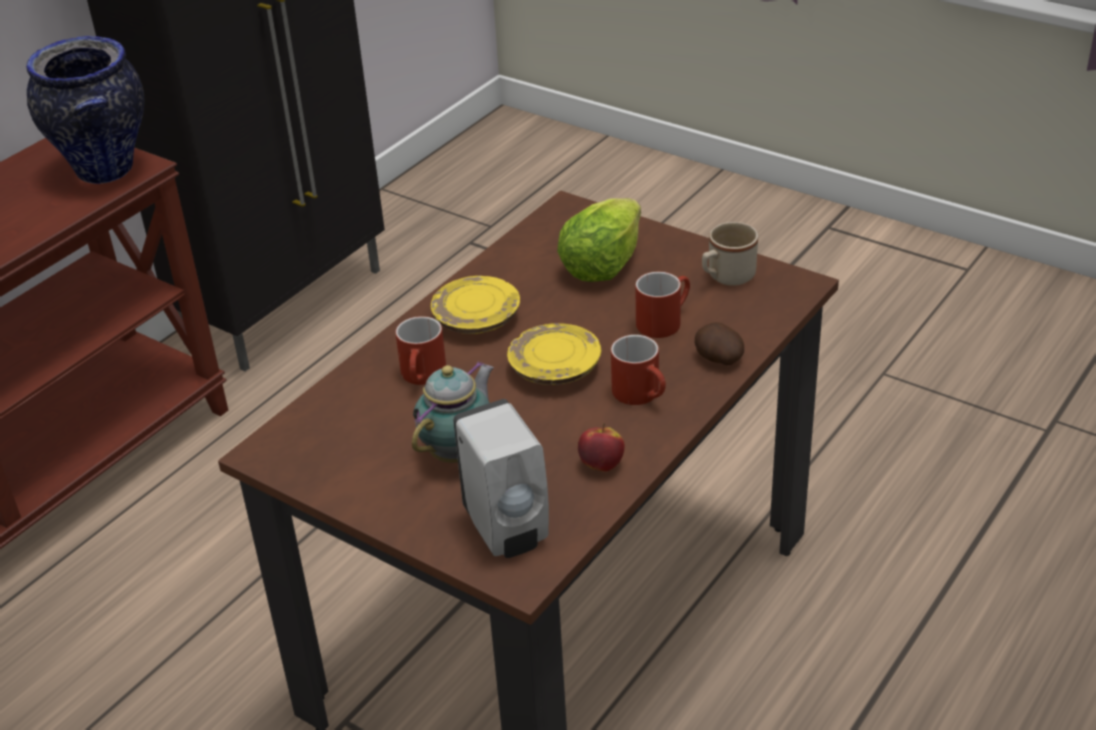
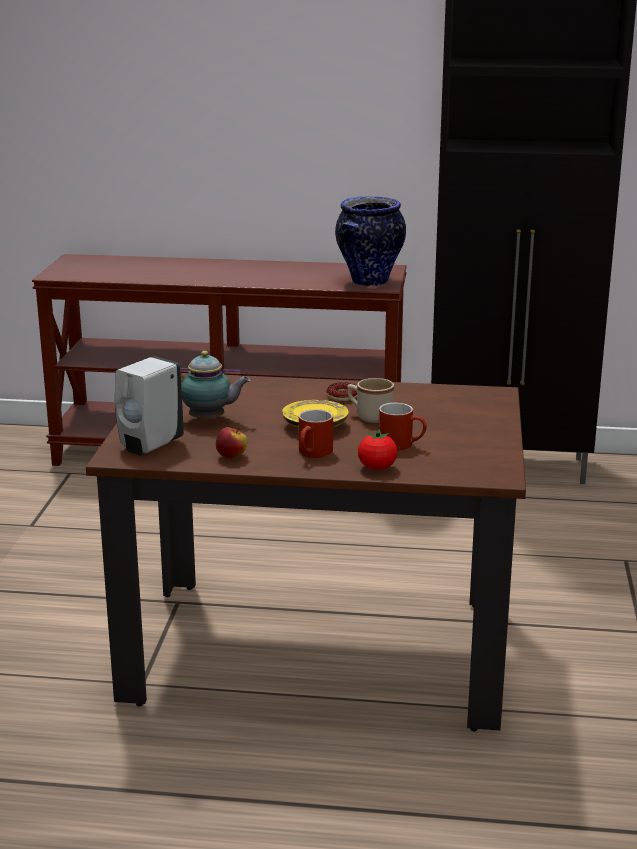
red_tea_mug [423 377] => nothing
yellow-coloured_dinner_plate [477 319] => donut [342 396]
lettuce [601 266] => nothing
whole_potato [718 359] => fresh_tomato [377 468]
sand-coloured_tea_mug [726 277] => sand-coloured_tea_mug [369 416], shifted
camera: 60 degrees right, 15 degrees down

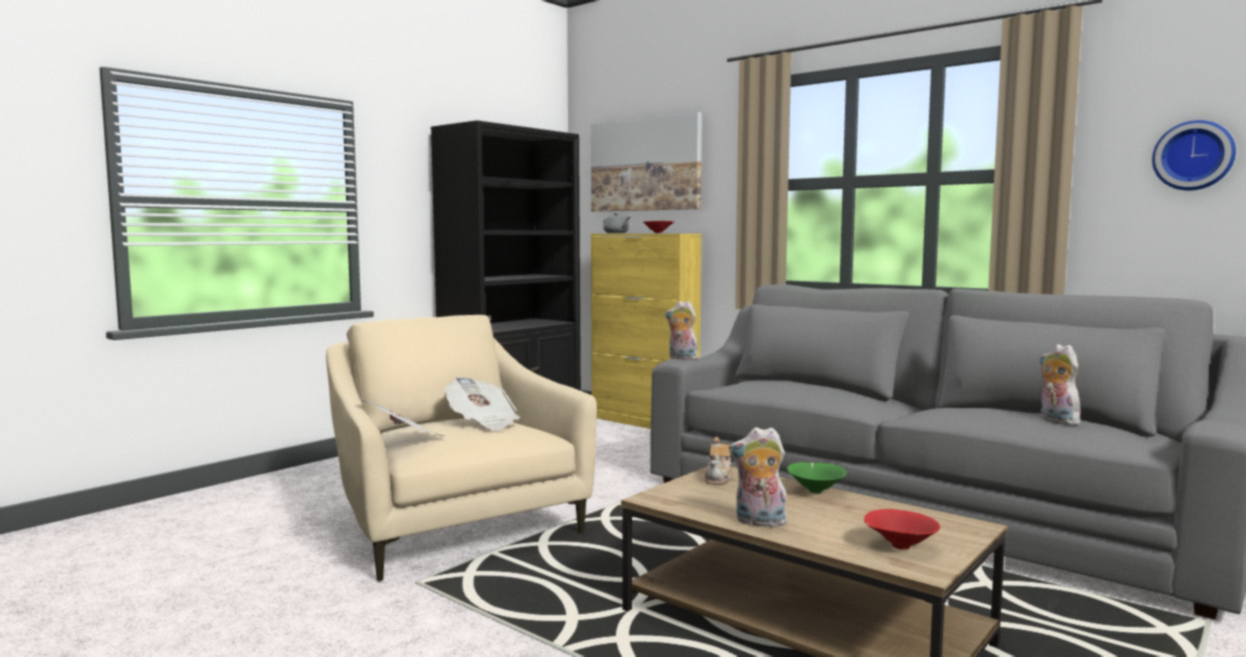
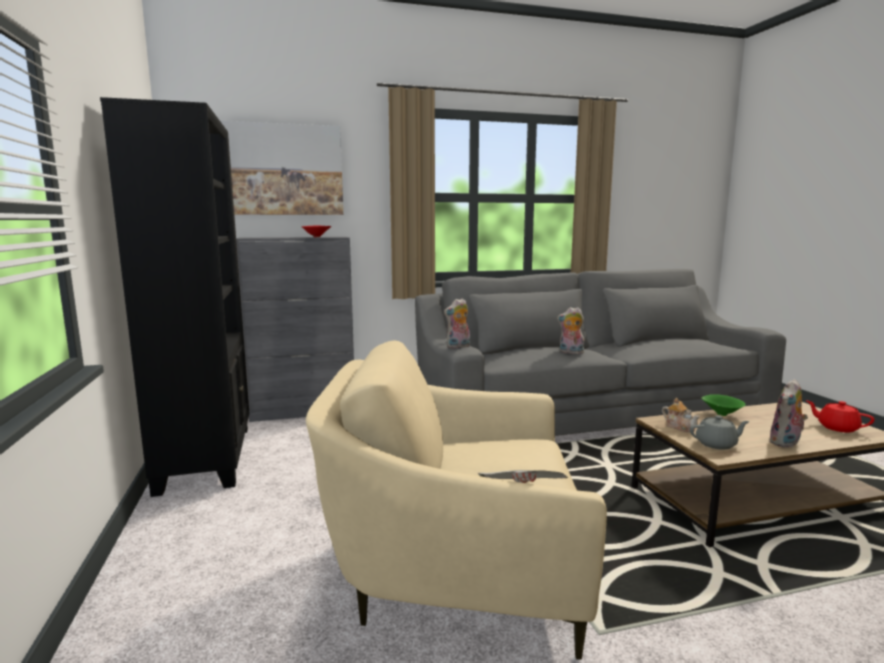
newspaper [482 423] => nothing
yellow-coloured_storage_cabinet [644 422] => grey_storage_cabinet [304 411]
grey_teapot [616 233] => grey_teapot [717 444], shifted
red_deep_dish [899 547] => red_teapot [837 427]
plush_toy [1055 421] => plush_toy [570 352], shifted
hanging_clock [1193 156] => nothing
camera: 55 degrees left, 5 degrees up

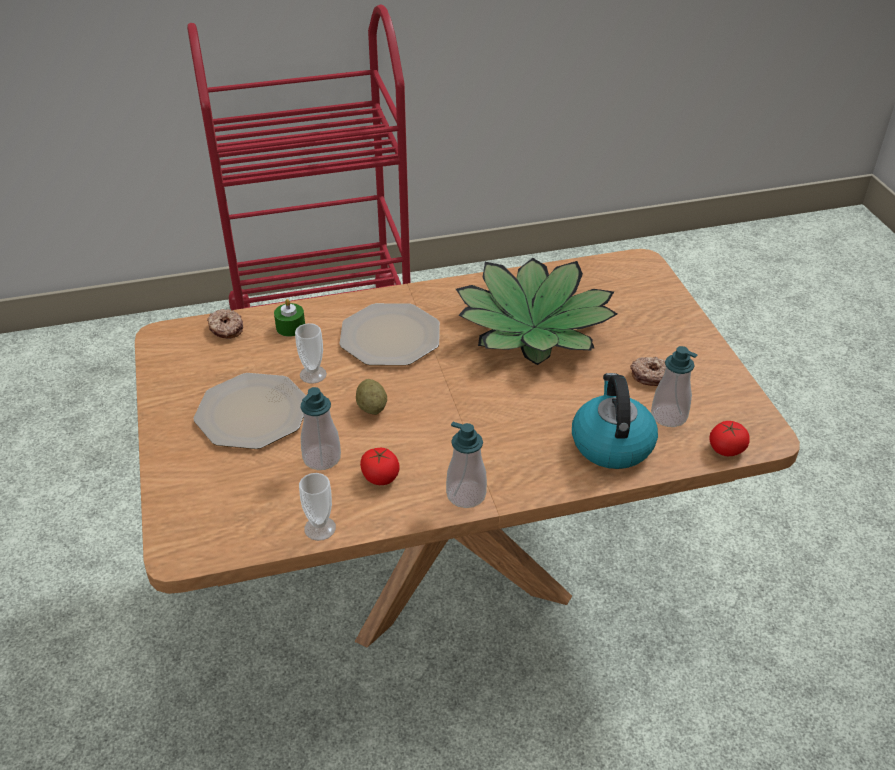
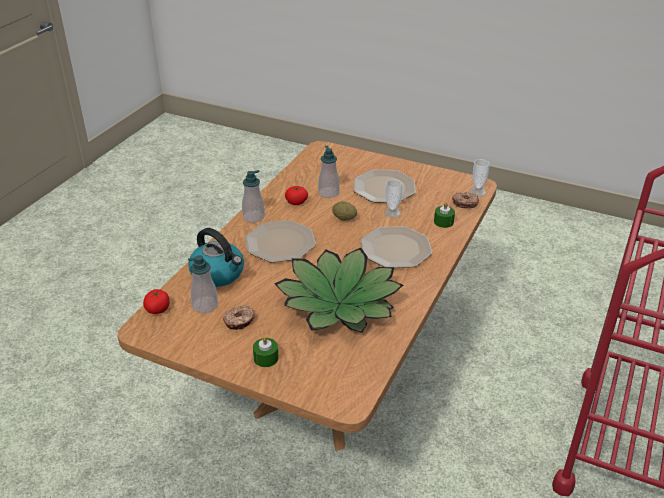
cup [320 528] => cup [477 192], shifted
nothing => dinner_plate [280 243]
nothing => green_wax_light [266 358]
camera: 130 degrees right, 5 degrees down

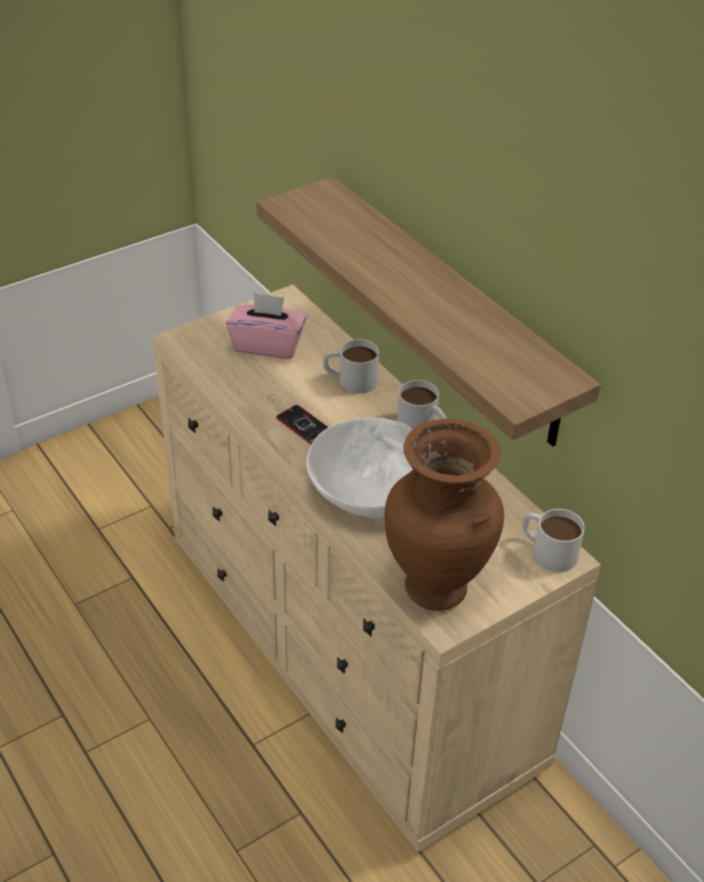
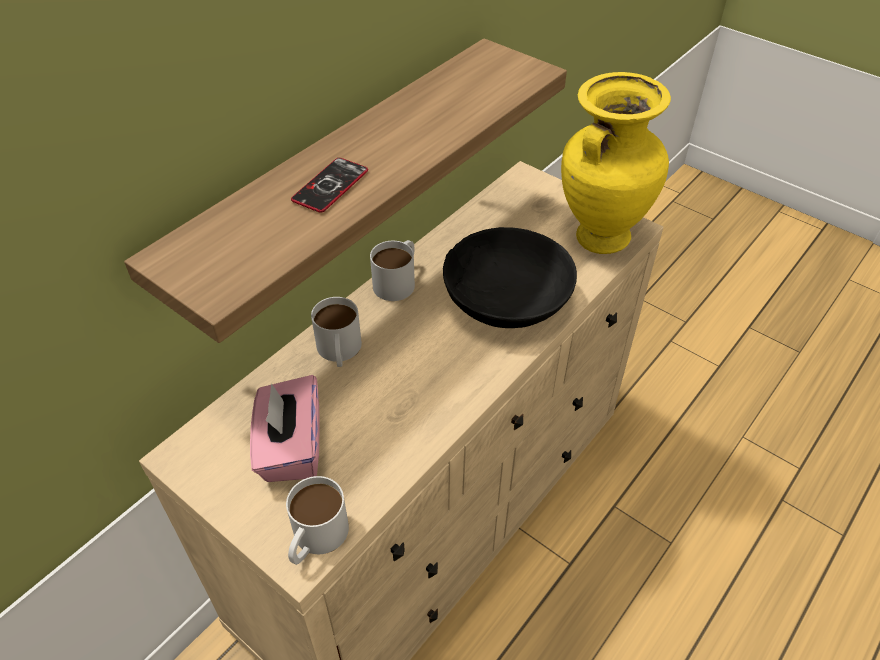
phone [305 427] => phone [330 186], shifted
whitish_deep_dish [369 489] => black-coloured_deep_dish [506 301]
brownish_vase [437 587] => yellow-coloured_vase [599 238]
whitish_tea_mug [547 550] => whitish_tea_mug [315 539], shifted
camera: 105 degrees left, 5 degrees up

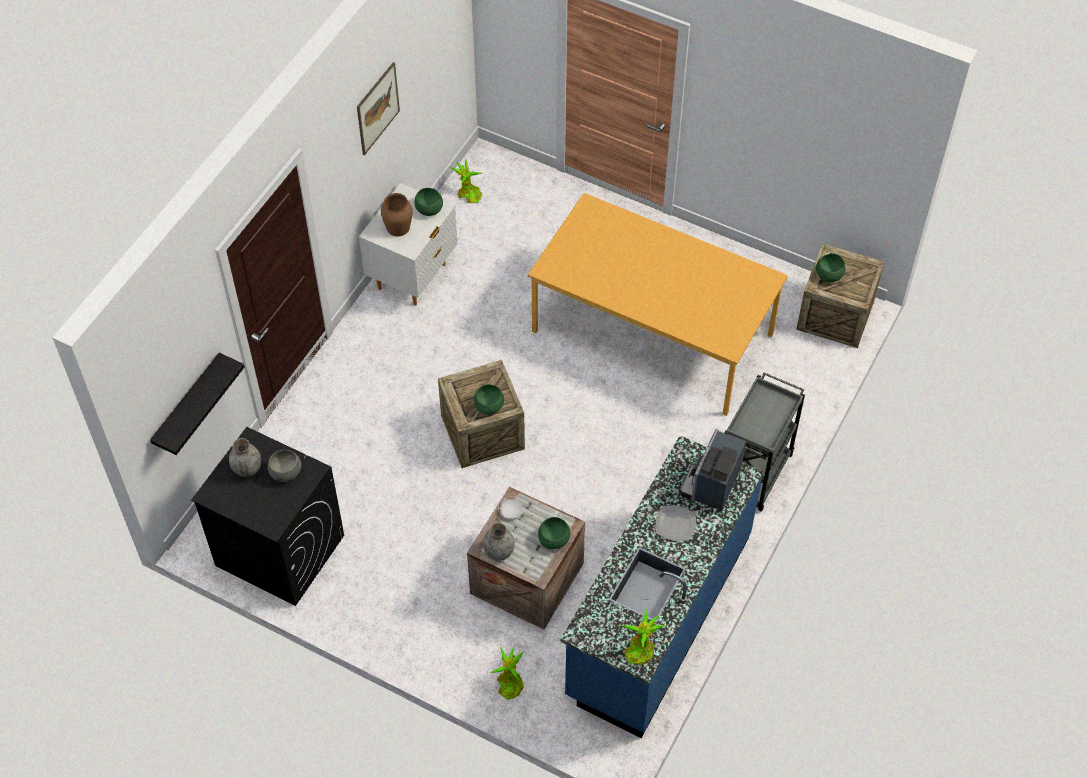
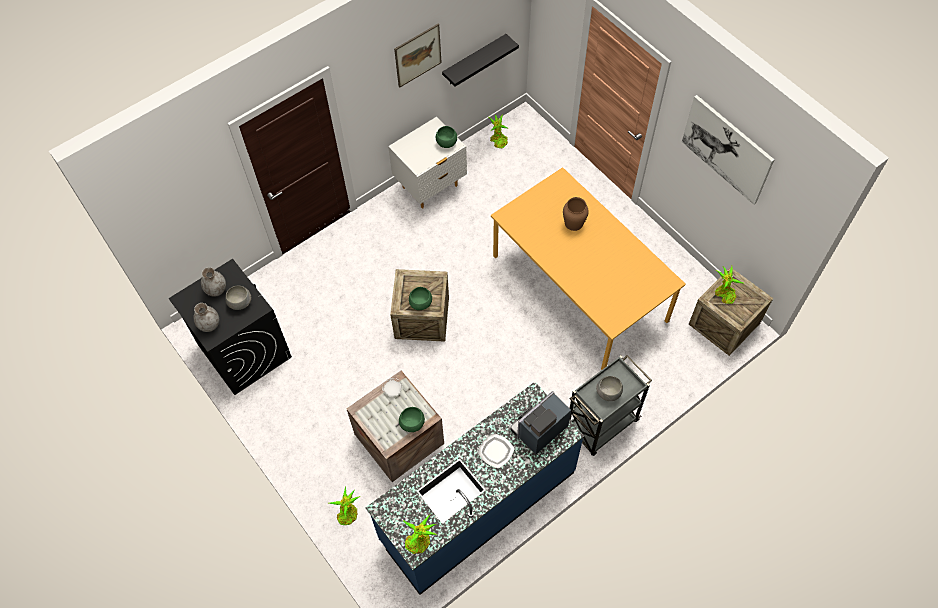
black-coloured_bracket_shelf [187 405] => black-coloured_bracket_shelf [474 60], shifted
brownish_vase [398 227] => brownish_vase [574 223], shifted
grey_vase [499 551] => grey_vase [209 324], shifted
green_deep_dish [829 275] => plant_in_a_pot [724 294]
nothing => grey_deep_dish [608 392]
nothing => wall_picture [726 149]
camera: 25 degrees right, 5 degrees up

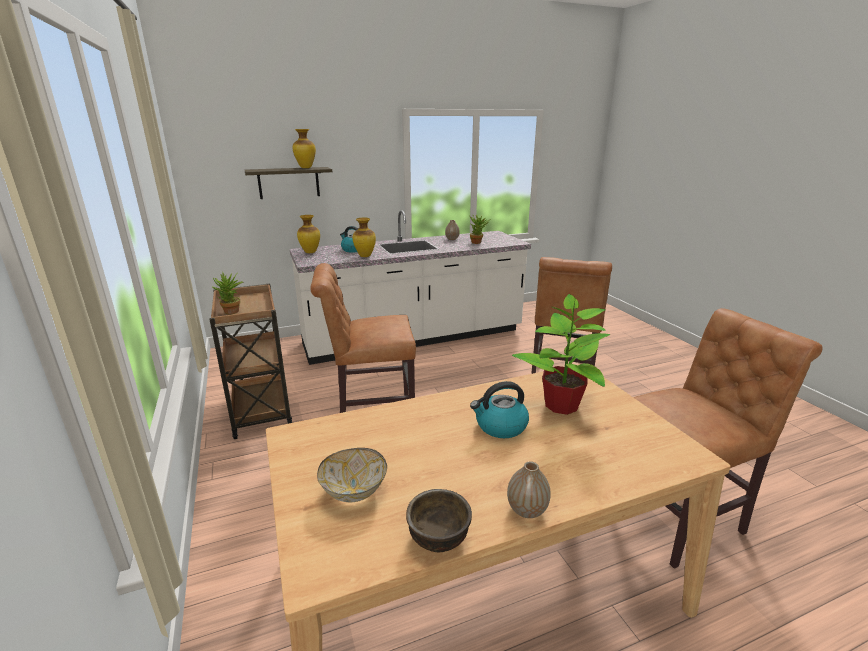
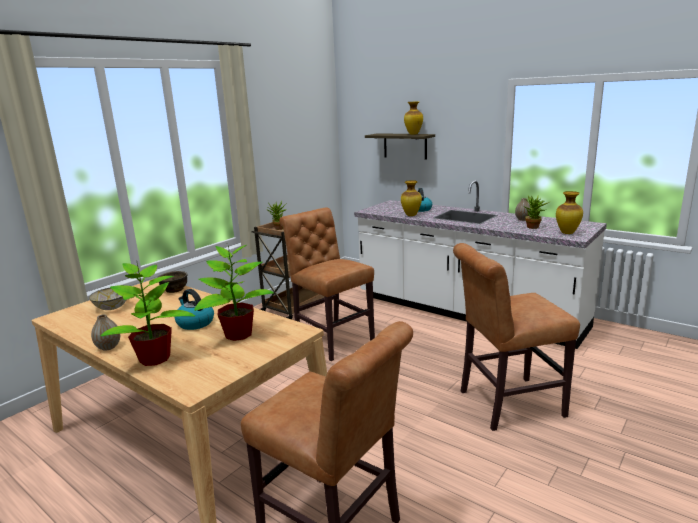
vase [311 252] => vase [567 233], shifted
brownish_deep_dish [438 537] => brownish_deep_dish [175 290], shifted
nothing => plant_in_a_pot [155 359]
camera: 60 degrees right, 5 degrees down

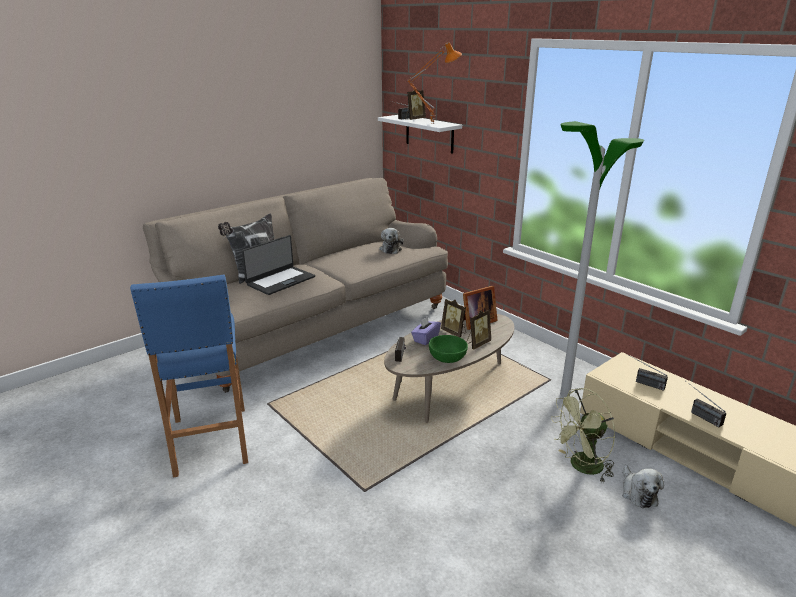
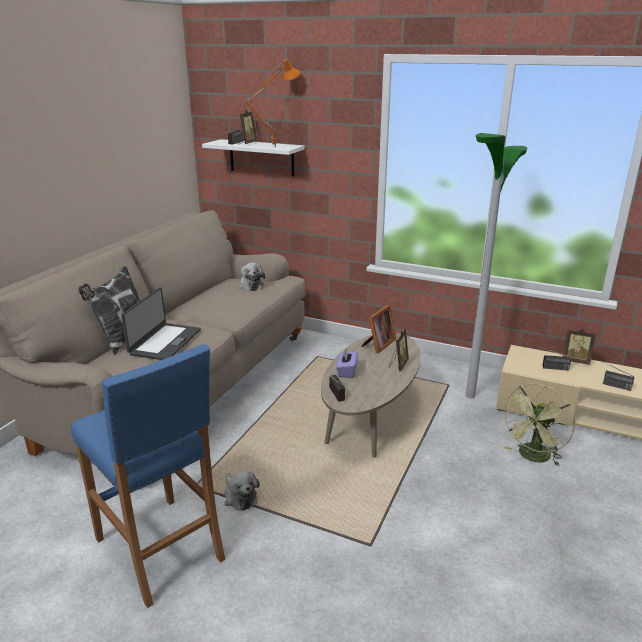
green_deep_dish [447 357] => nothing
picture_frame [454 332] => picture_frame [575 361], shifted
plush_toy [638 492] => plush_toy [239 496], shifted
camera: 25 degrees left, 0 degrees up

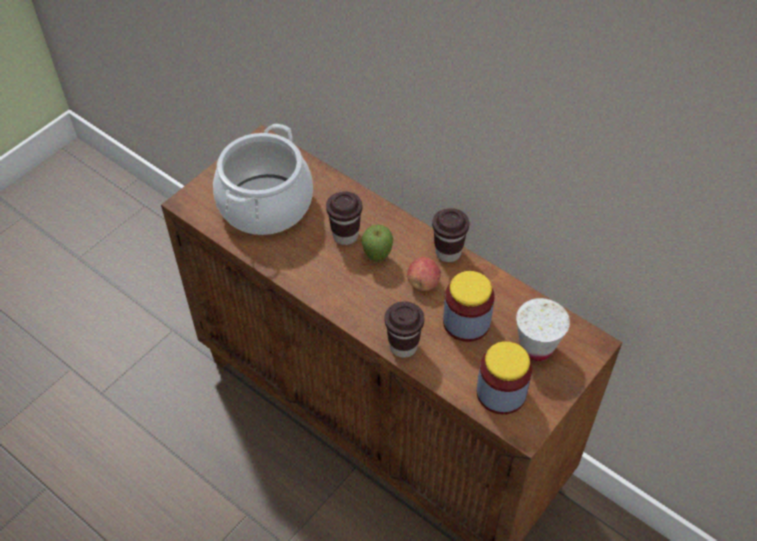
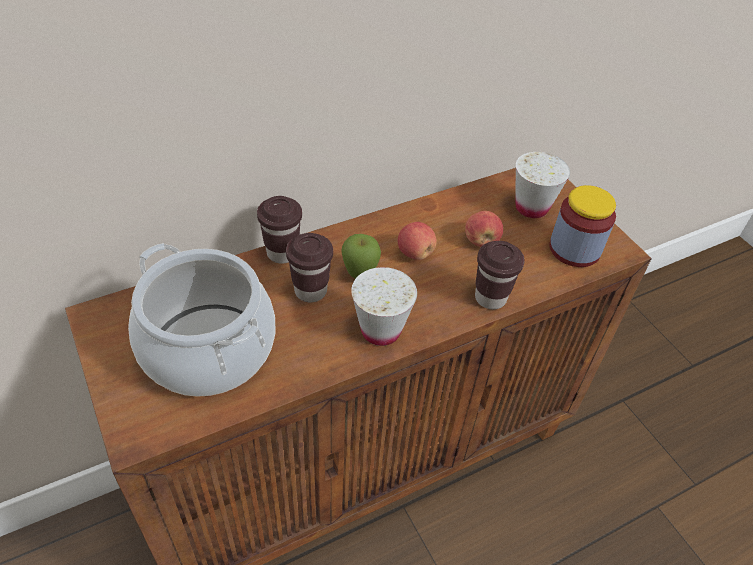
brownish_cup [448 252] => brownish_cup [282 253], shifted
storage_jar [466 322] => apple [481 241]
nothing => whitish_cup [380 330]
camera: 70 degrees left, 5 degrees down

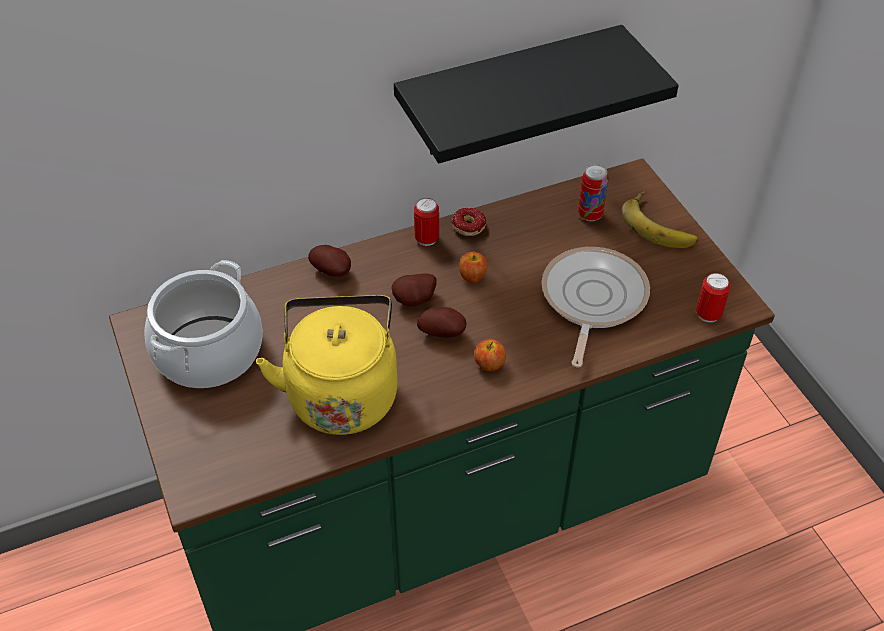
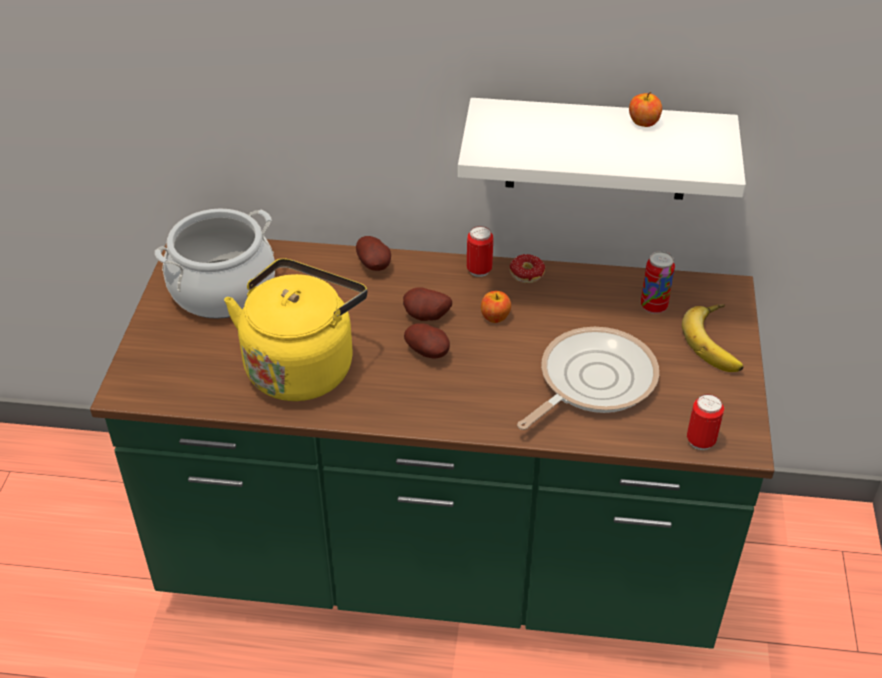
black-coloured_bracket_shelf [508 93] => whitish_bracket_shelf [598 149]
apple [489 364] => apple [643 123], shifted
camera: 30 degrees right, 5 degrees down

